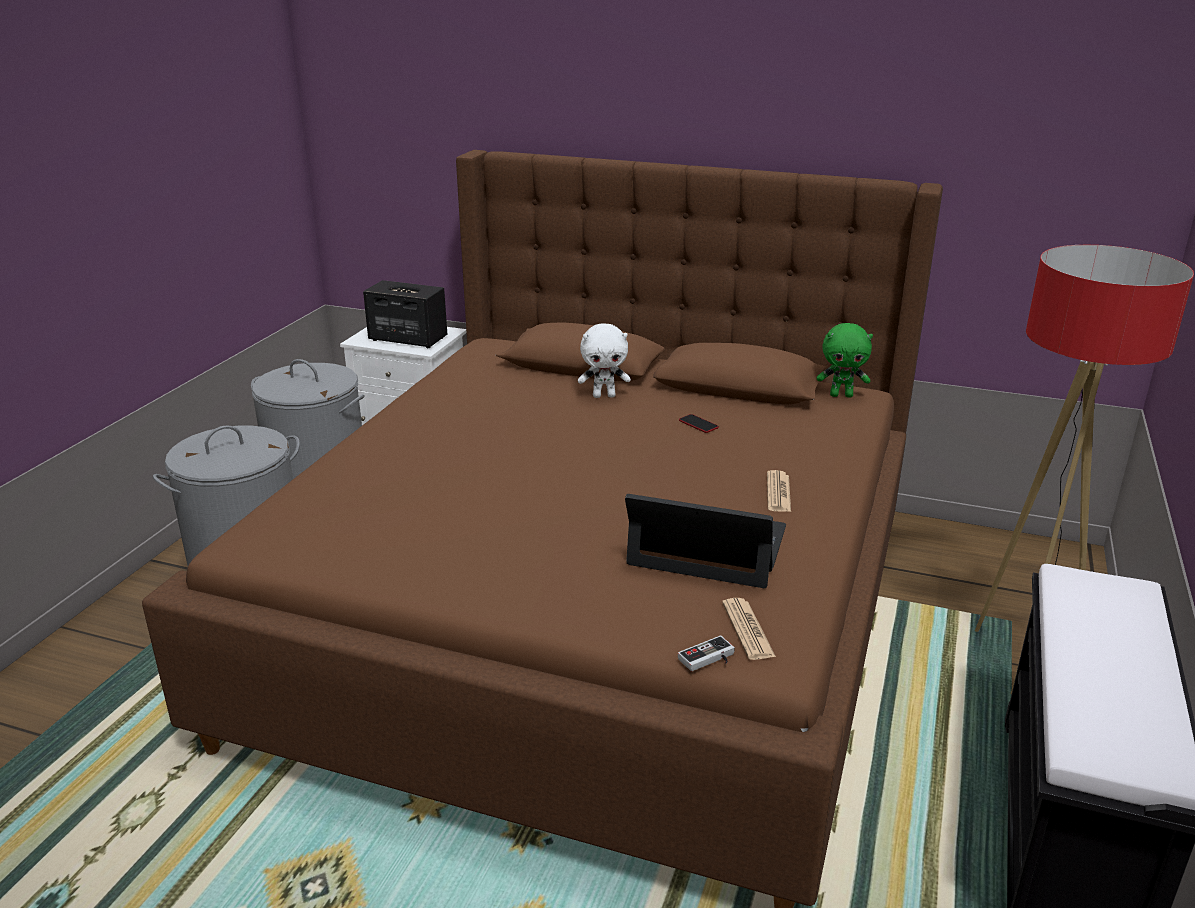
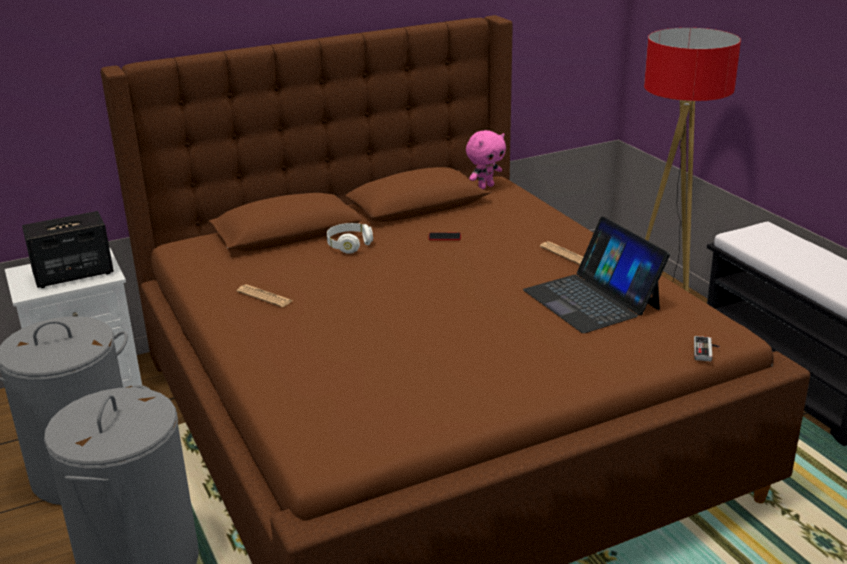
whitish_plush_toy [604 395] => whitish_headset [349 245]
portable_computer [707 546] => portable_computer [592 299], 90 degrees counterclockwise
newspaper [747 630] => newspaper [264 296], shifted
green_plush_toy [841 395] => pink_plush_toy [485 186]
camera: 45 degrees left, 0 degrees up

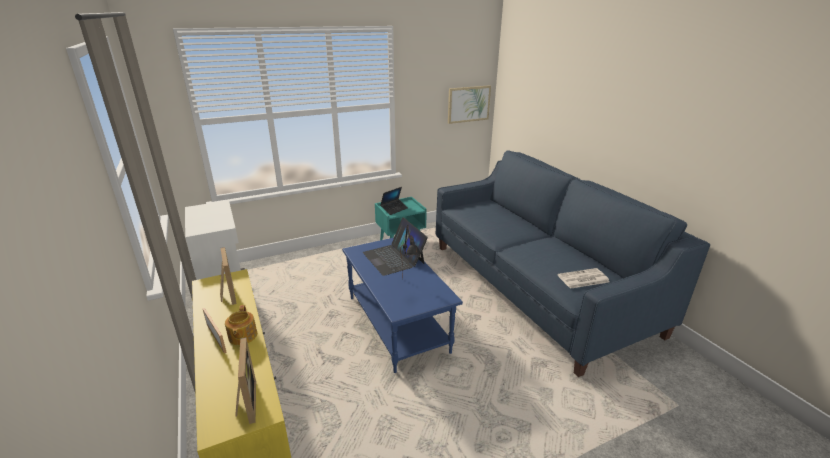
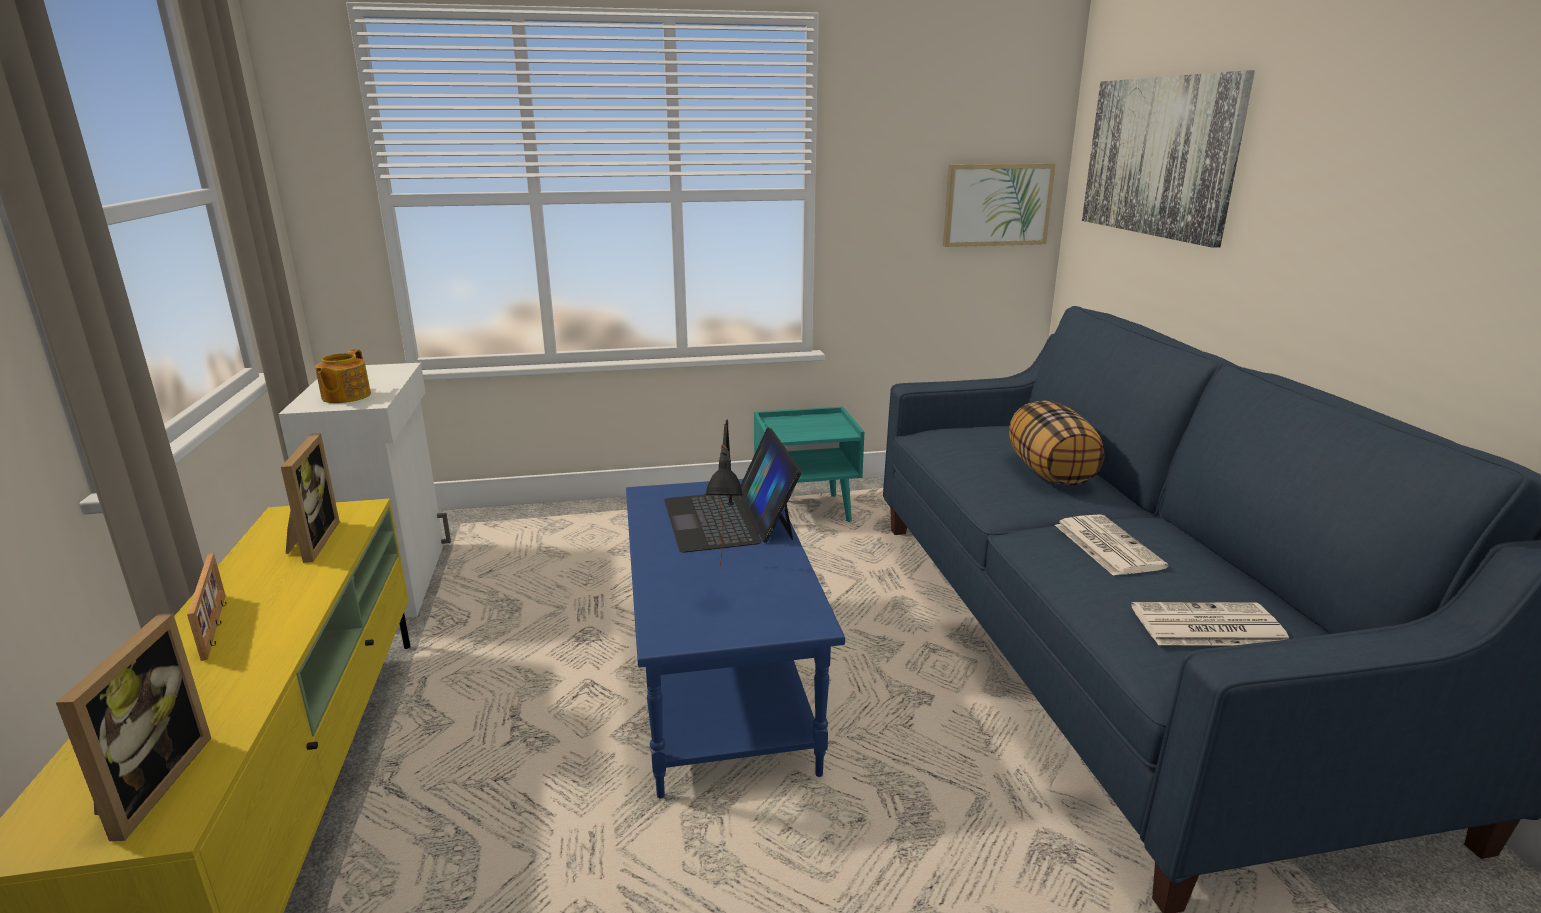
teapot [242 336] => teapot [345 396], shifted
portable_computer [394 209] => nothing
nothing => throw_pillow [1051 473]
nothing => newspaper [1106 545]
nothing => wall_picture [1159 157]
camera: 15 degrees right, 5 degrees down

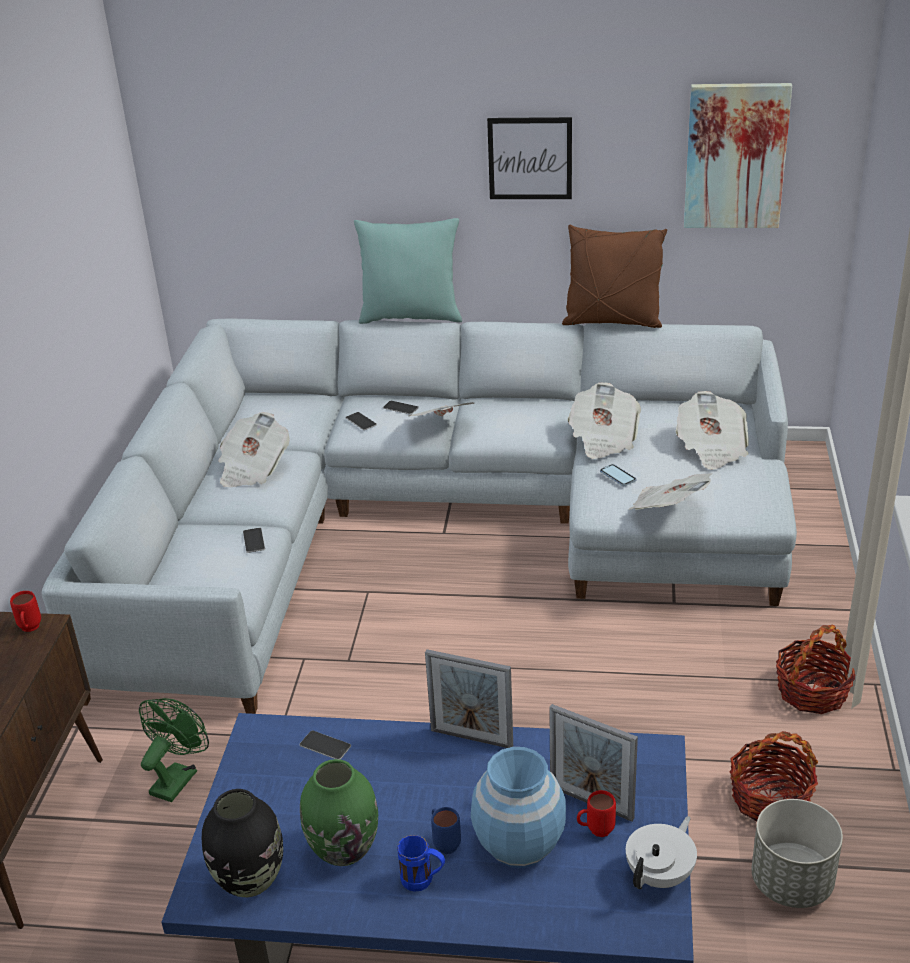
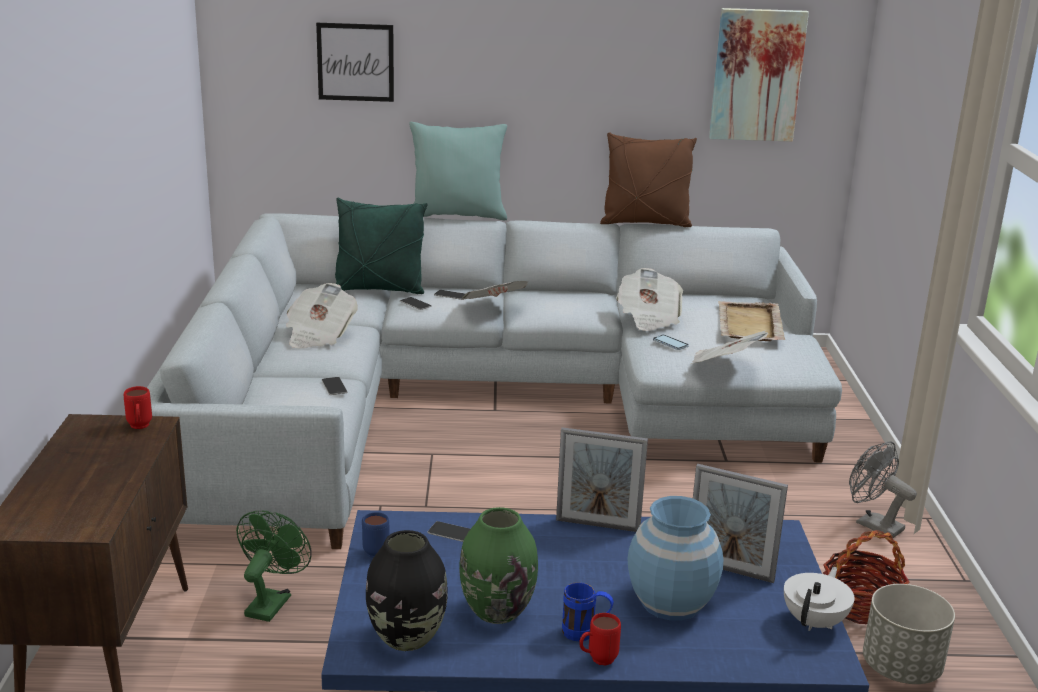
blue_tea_mug [444 842] => blue_tea_mug [373 550], shifted
wall_picture [530 158] => wall_picture [355 62], shifted
red_tea_mug [595 831] => red_tea_mug [597 660], shifted
newspaper [711 448] => sand-coloured_tray [749 325]
basket [812 692] => grey_fan [872 524]
nothing => green_throw_pillow [379 289]
camera: 10 degrees left, 10 degrees down

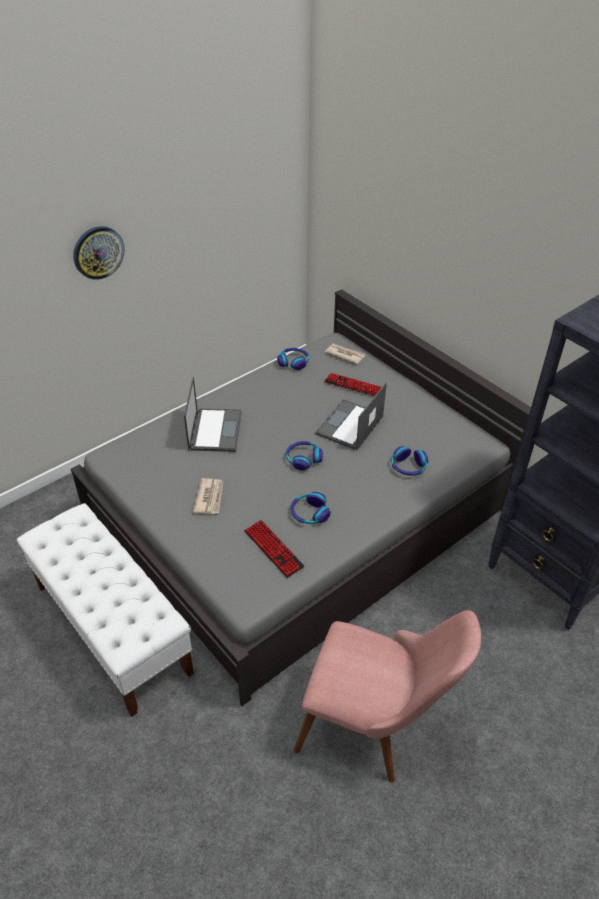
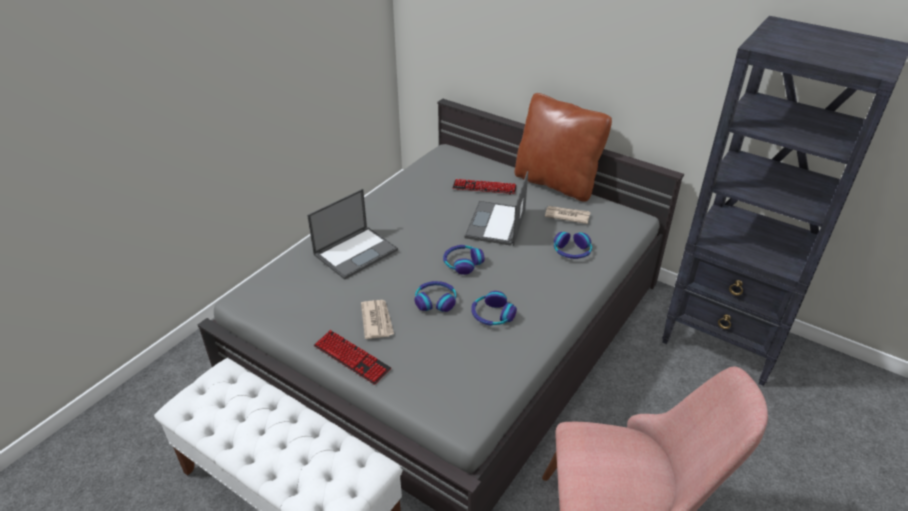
hanging_clock [98 252] => nothing
portable_computer [215 430] => portable_computer [356 252], 60 degrees clockwise
PC_keyboard [273 549] => PC_keyboard [352 358], shifted
headset [293 362] => headset [435 301], shifted
newspaper [345 354] => newspaper [566 216], shifted
nothing => brownish_throw_pillow [556 183]
camera: 15 degrees left, 5 degrees down

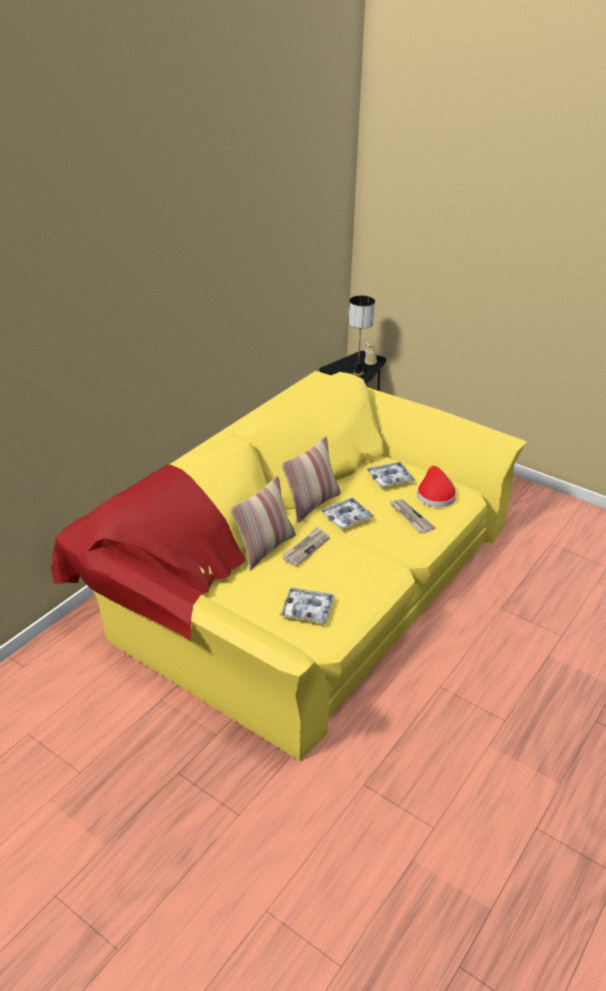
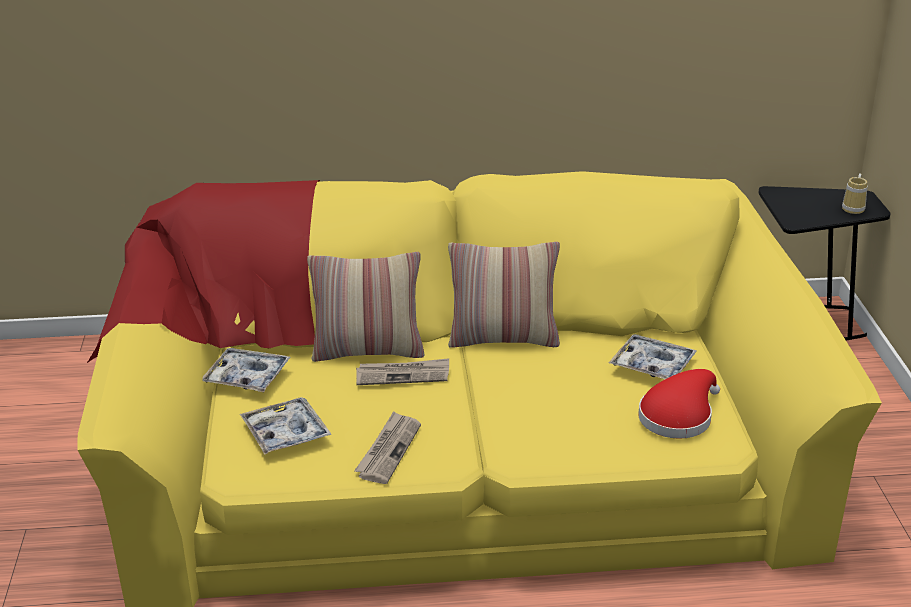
tray [346 518] => tray [246 377], shifted
table_lamp [357 373] => nothing
newspaper [410 517] => newspaper [388 450], shifted
camera: 50 degrees right, 5 degrees down

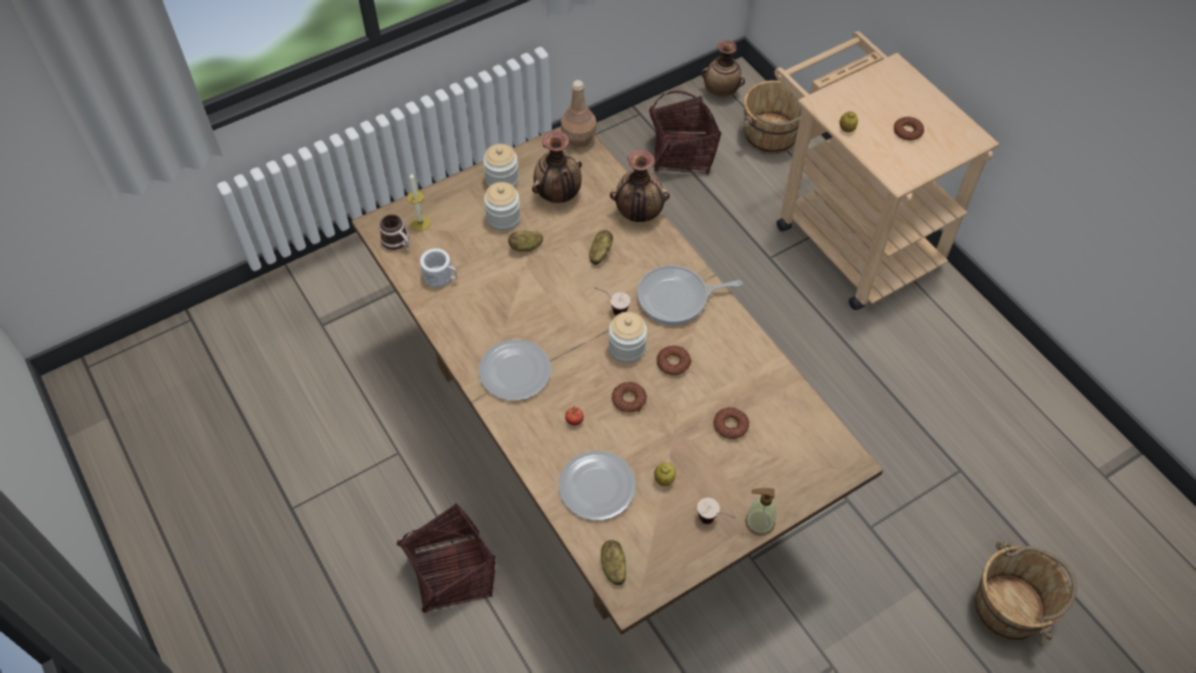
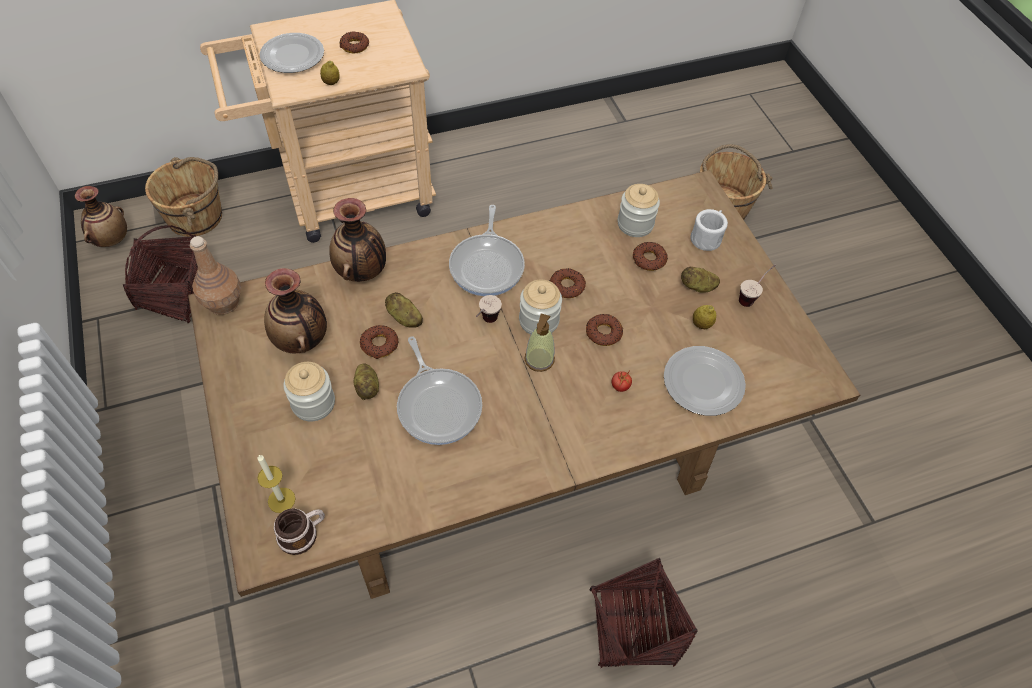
whitish_tea_mug [441 277] => whitish_tea_mug [707 237], shifted
dinner_plate [514 371] => dinner_plate [291 56], shifted
storage_jar [502 180] => storage_jar [635 224], shifted
whole_potato [613 567] => whole_potato [697 287], shifted
liquid_soap_bottle [759 522] => liquid_soap_bottle [539 360], shifted
nothing => donut [379 344]
nothing => skillet [438 405]
camera: 80 degrees left, 0 degrees up

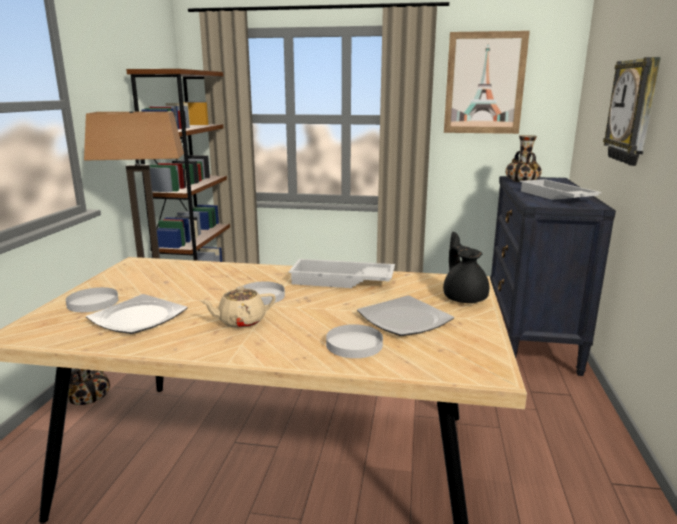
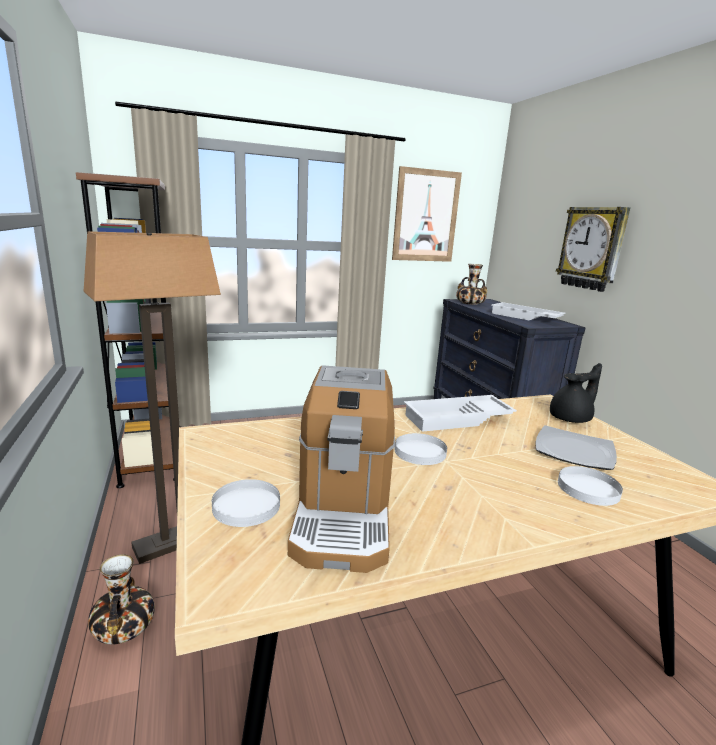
dinner_plate [139 317] => coffee_maker [343 513]
sand-coloured_teapot [240 321] => nothing
black-coloured_teapot [464 297] => black-coloured_teapot [571 418], 105 degrees clockwise
camera: 30 degrees left, 0 degrees up

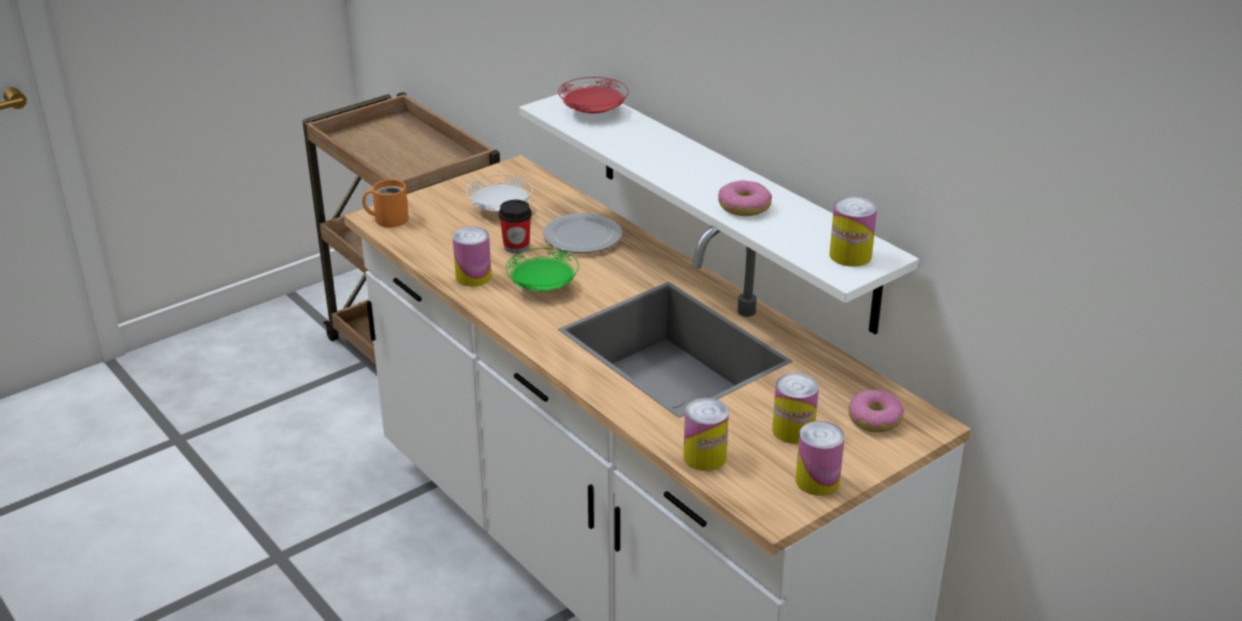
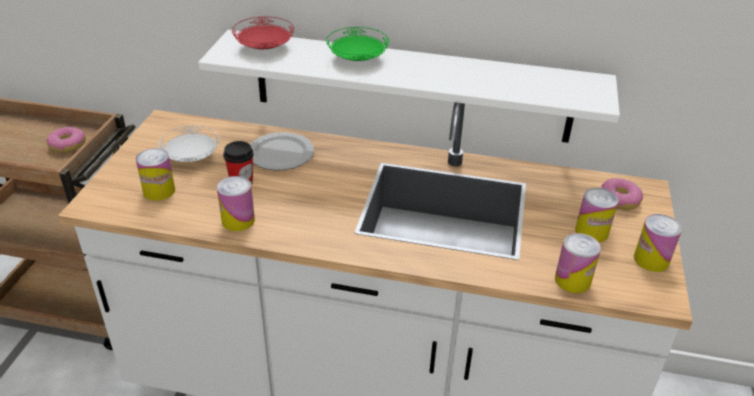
orange_tea_mug [389 218] => nothing
green_dinner_plate [543 287] => green_dinner_plate [357 59], shifted
donut [743 207] => donut [67 145], shifted
sealed_can [850 255] => sealed_can [159 191], shifted
camera: 40 degrees left, 5 degrees up

